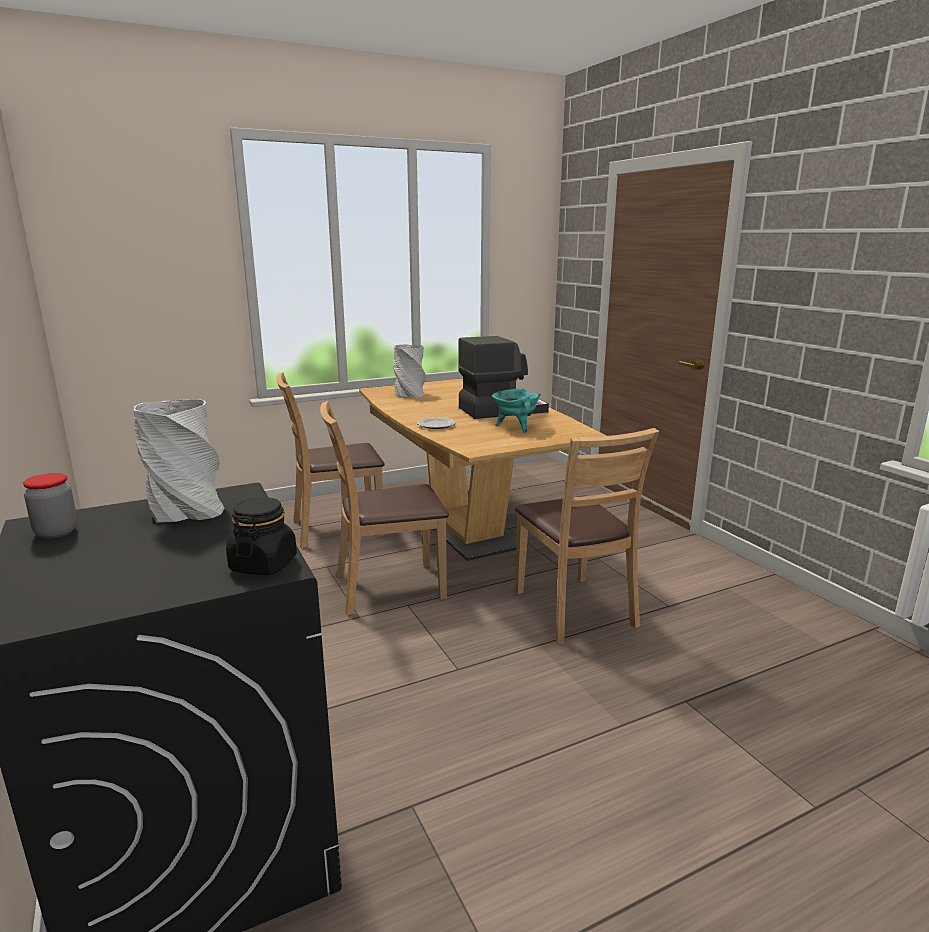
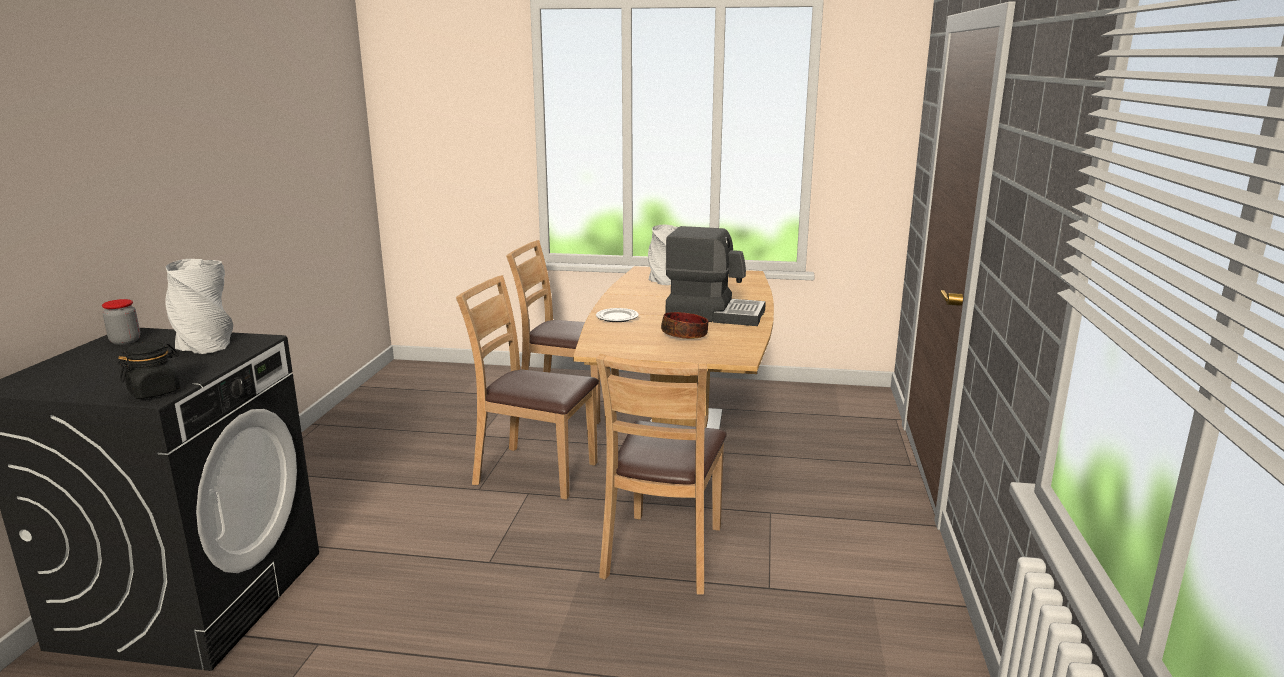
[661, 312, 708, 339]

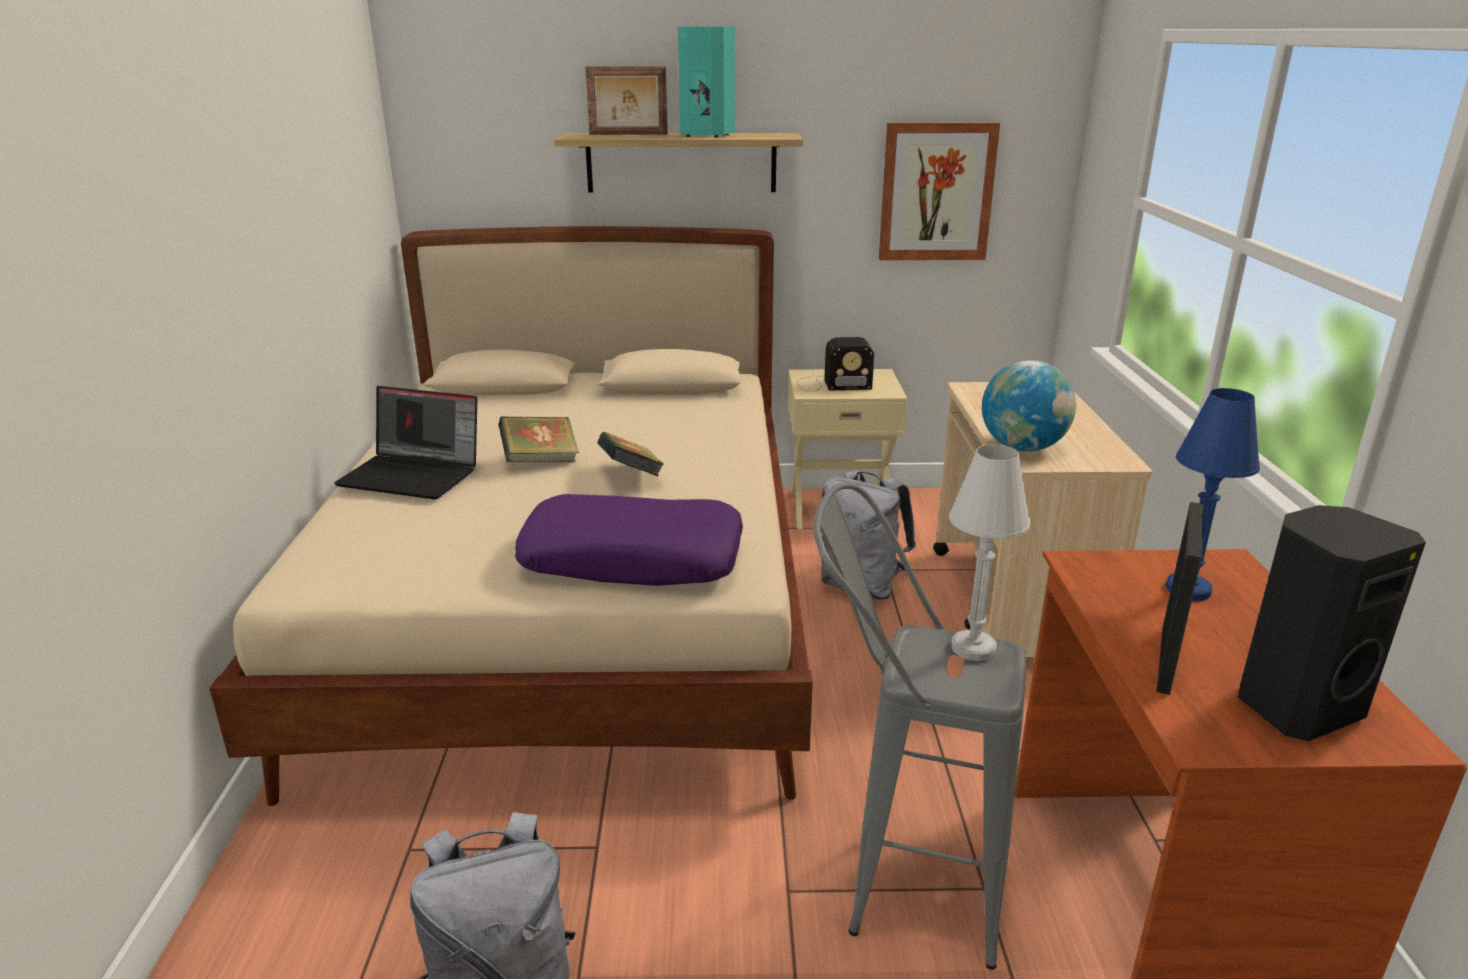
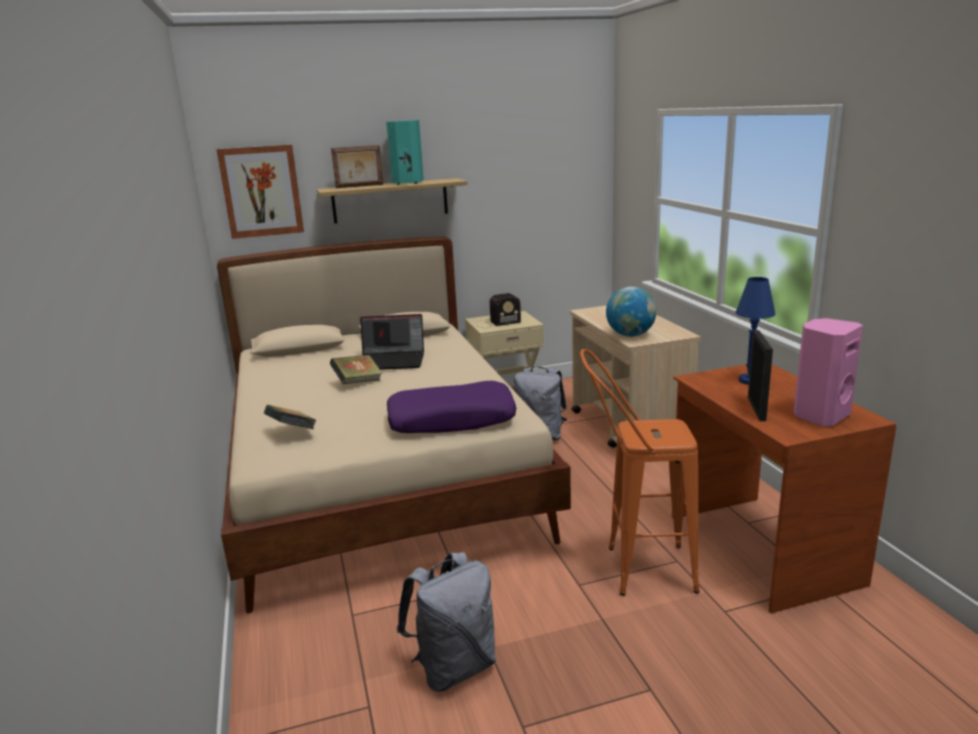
[216, 145, 304, 239]
[264, 405, 316, 429]
[360, 314, 424, 370]
[580, 349, 700, 596]
[794, 318, 863, 426]
[949, 444, 1030, 661] (first image)

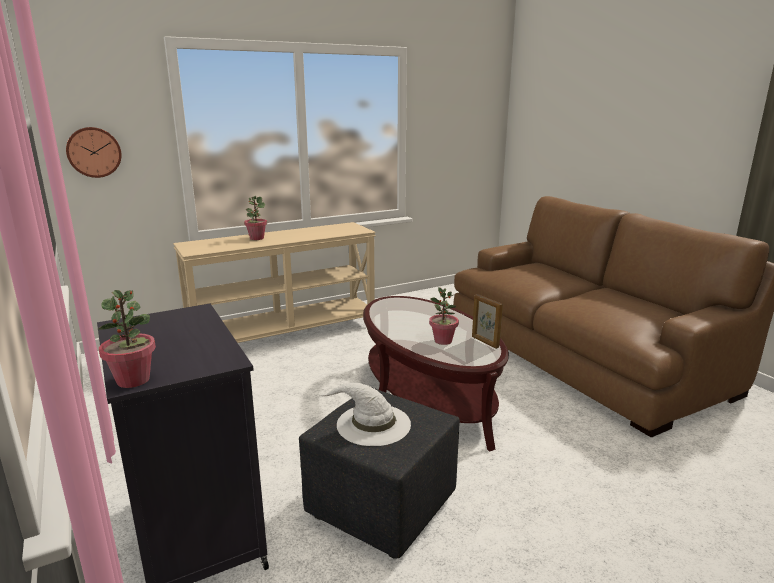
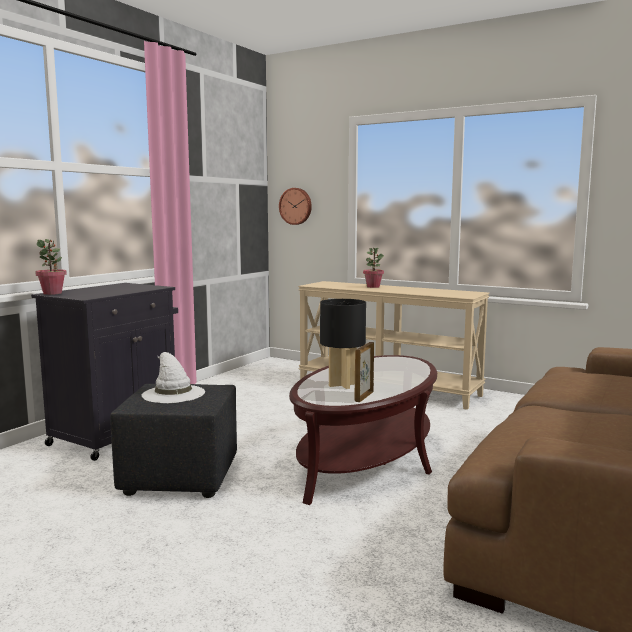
[320, 299, 366, 389]

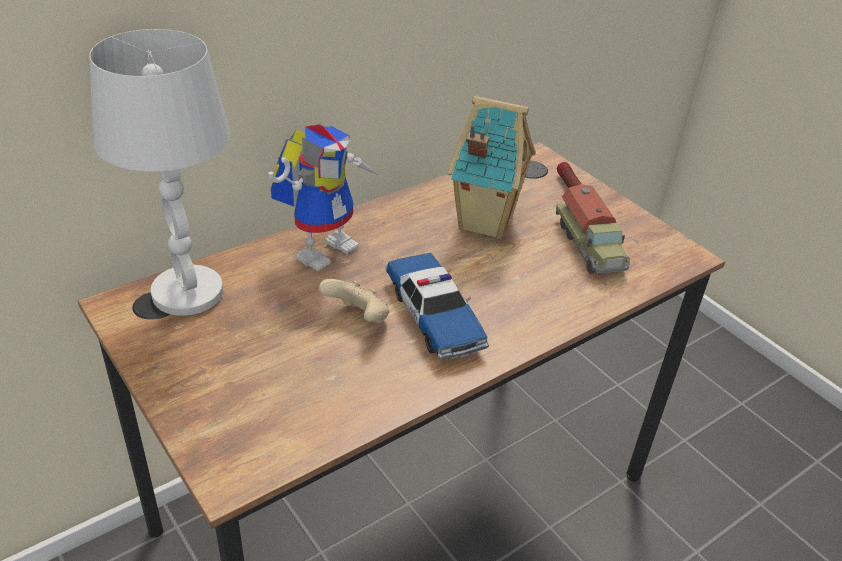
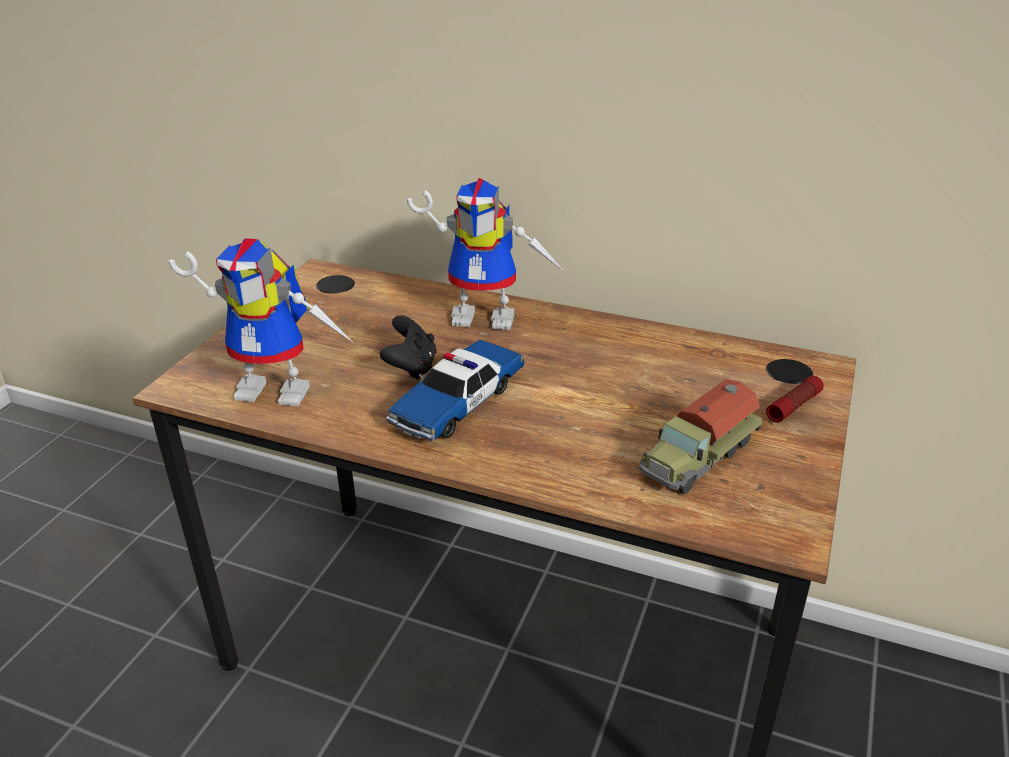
[169, 238, 352, 406]
[380, 315, 436, 380]
[89, 29, 230, 316] (first image)
[447, 96, 536, 239] (first image)

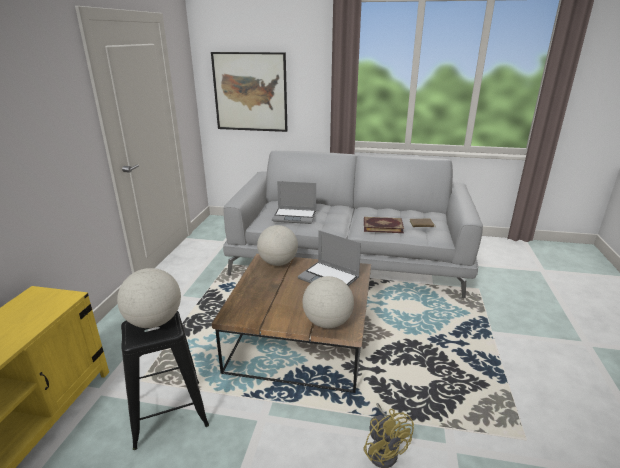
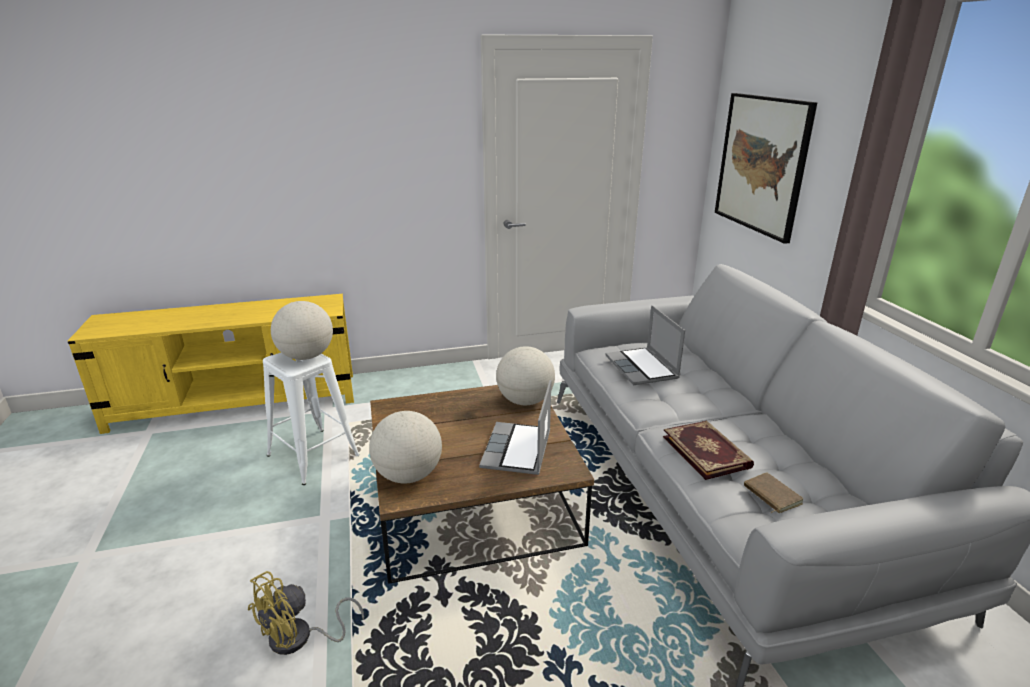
[263, 353, 360, 485]

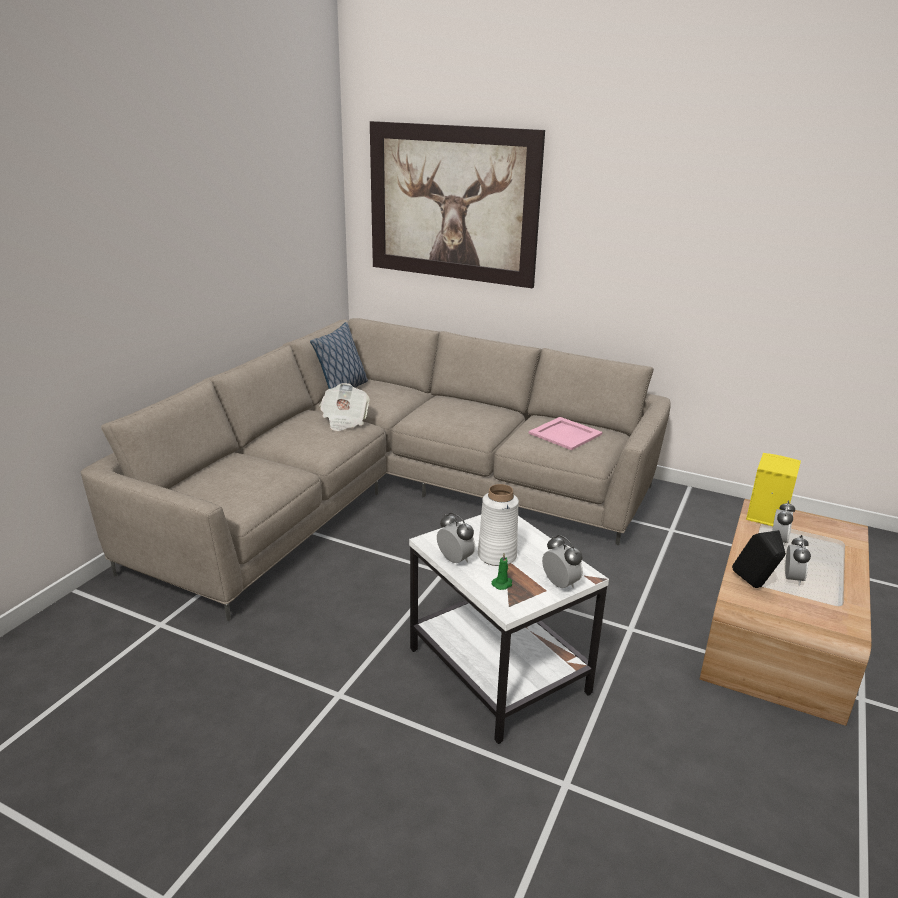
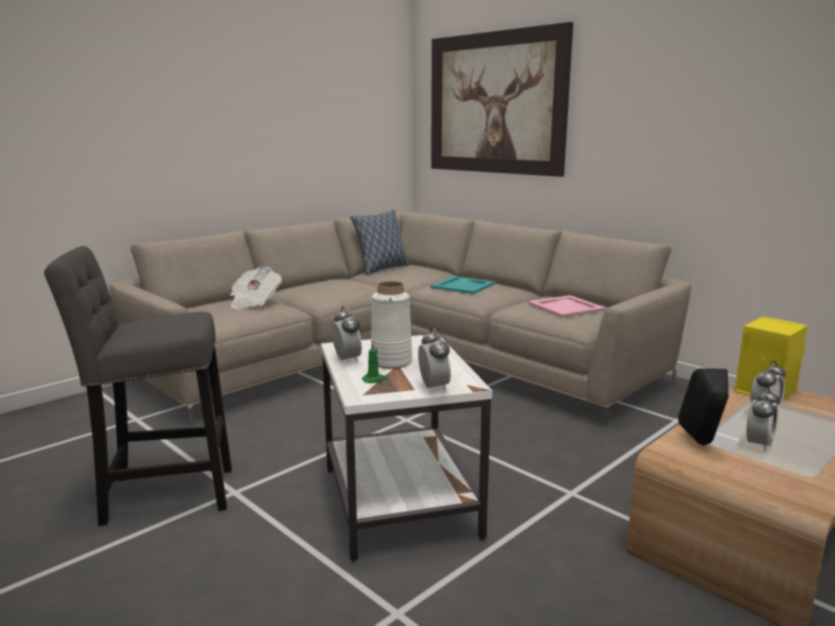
[44, 246, 232, 526]
[230, 267, 282, 309]
[430, 276, 495, 294]

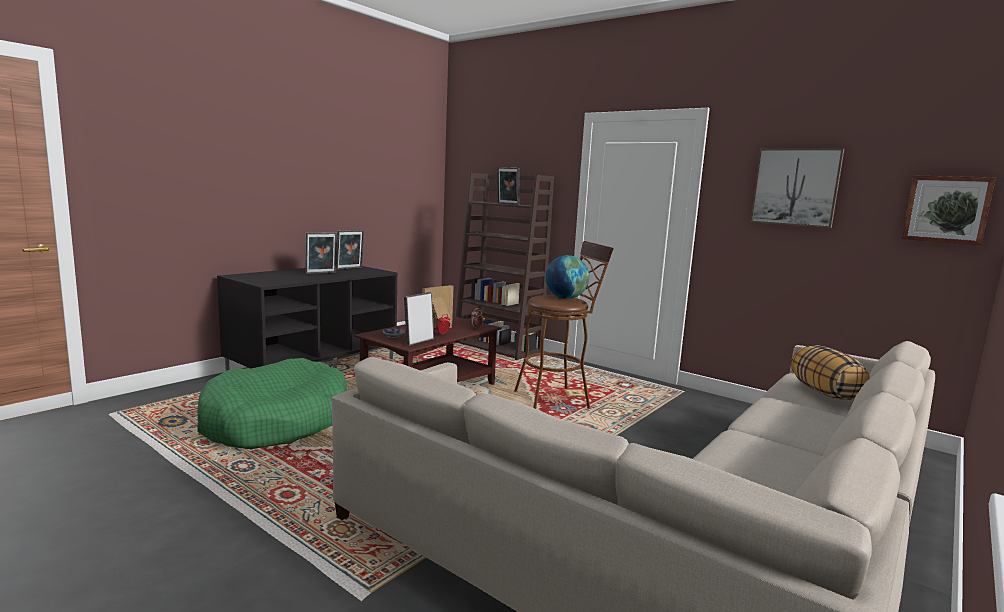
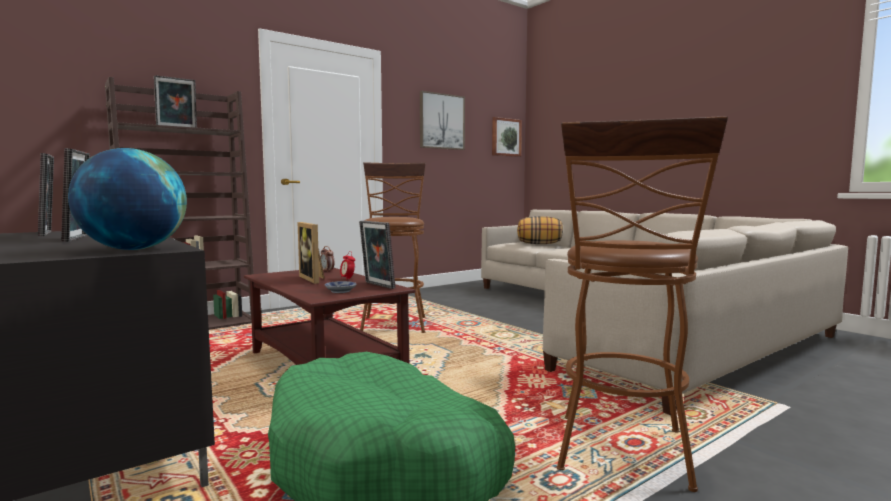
[68, 148, 187, 250]
[556, 116, 728, 492]

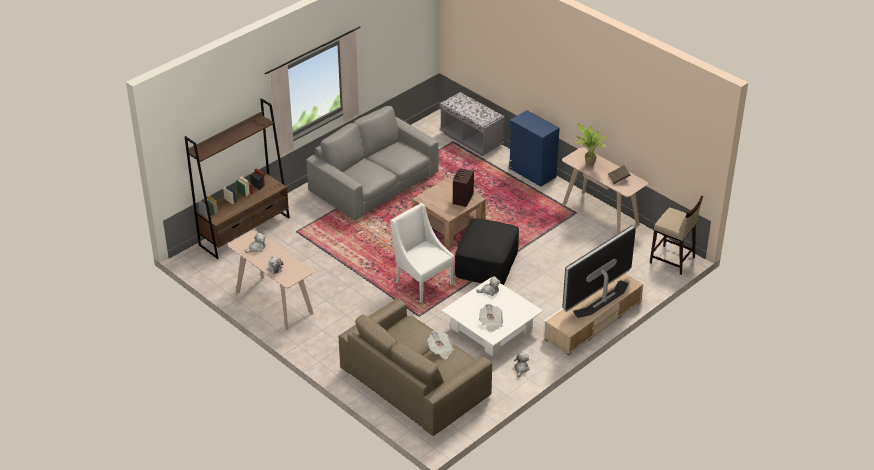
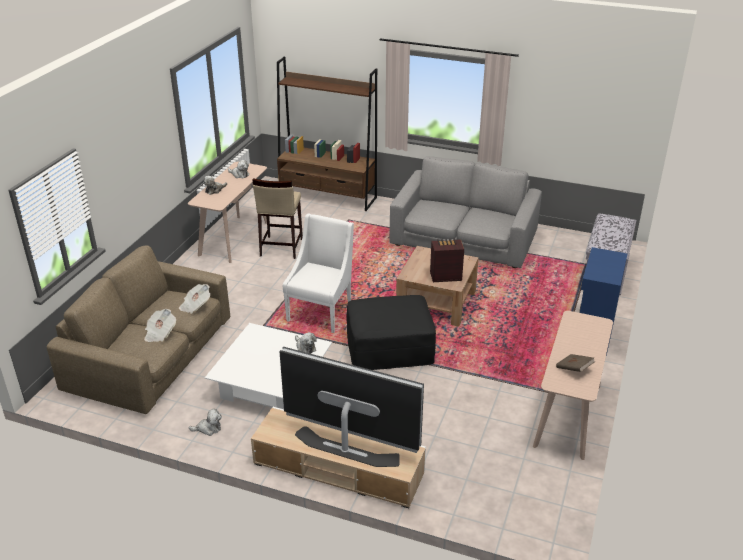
[179, 284, 210, 314]
[252, 178, 303, 259]
[575, 123, 608, 166] (first image)

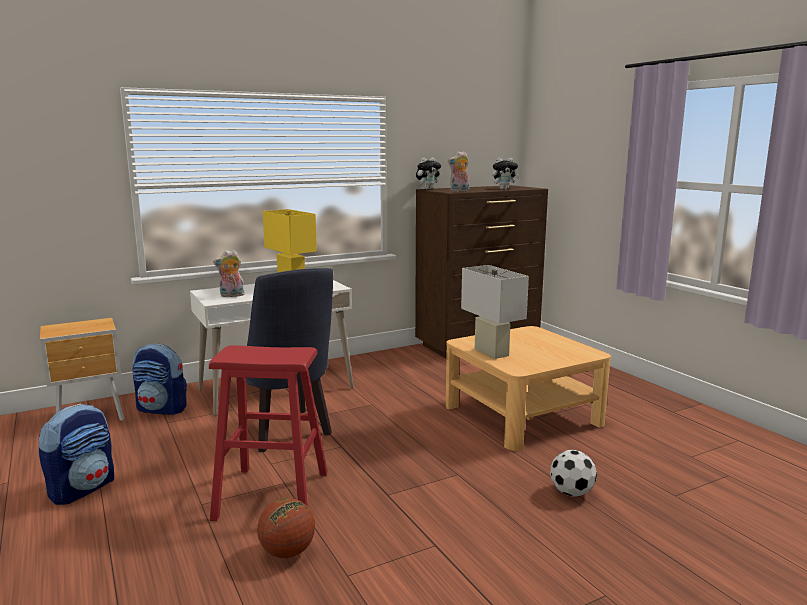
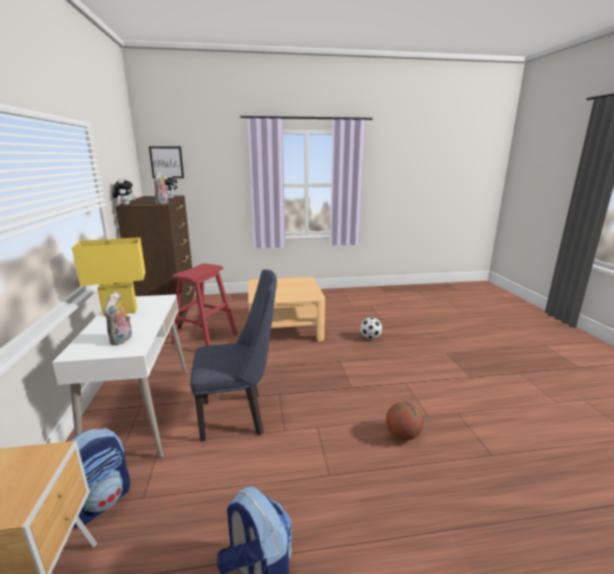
[149, 146, 184, 178]
[171, 263, 238, 346]
[461, 265, 529, 359] (first image)

